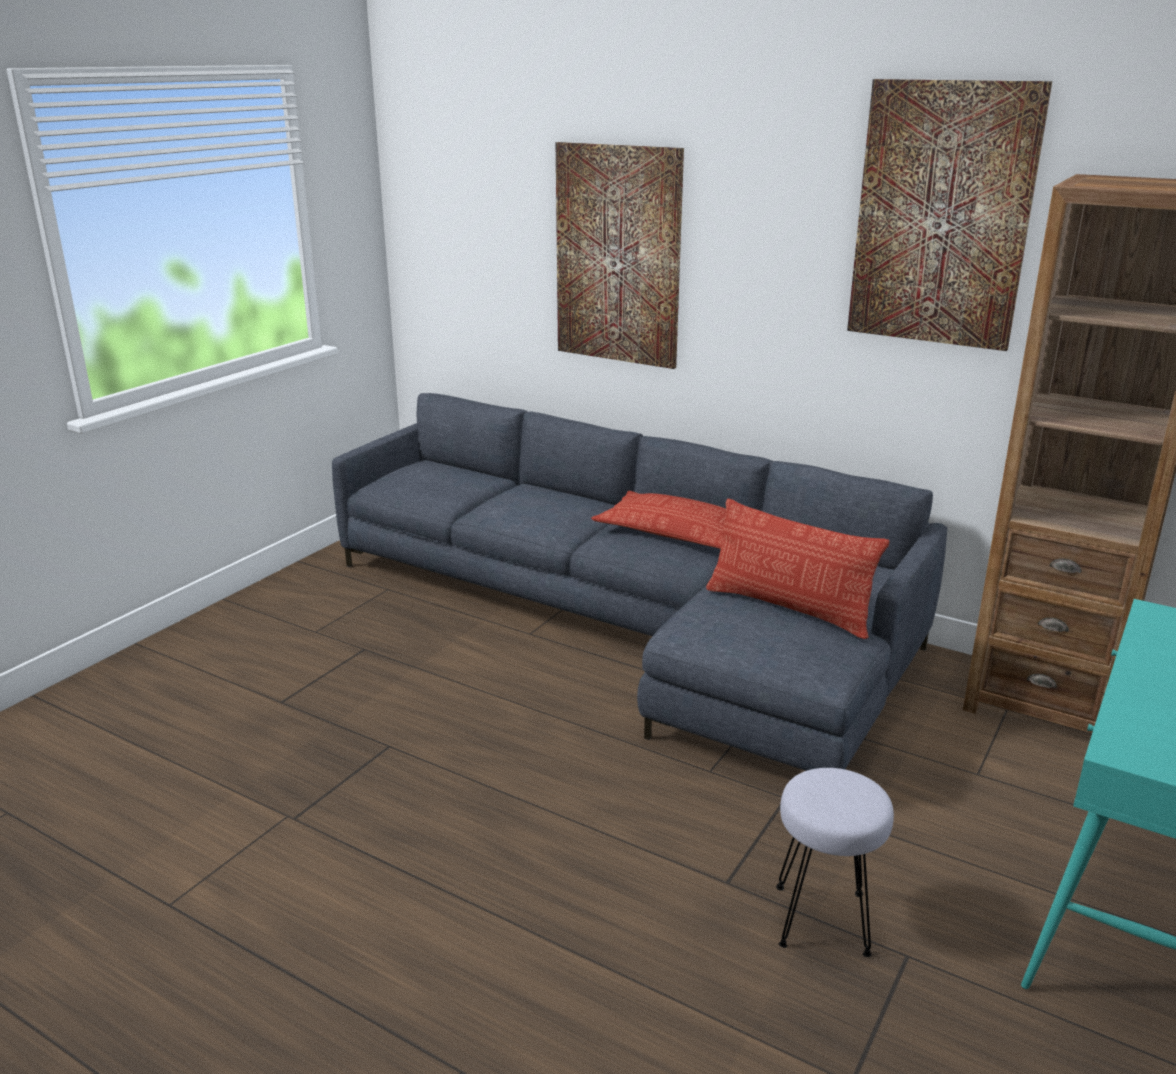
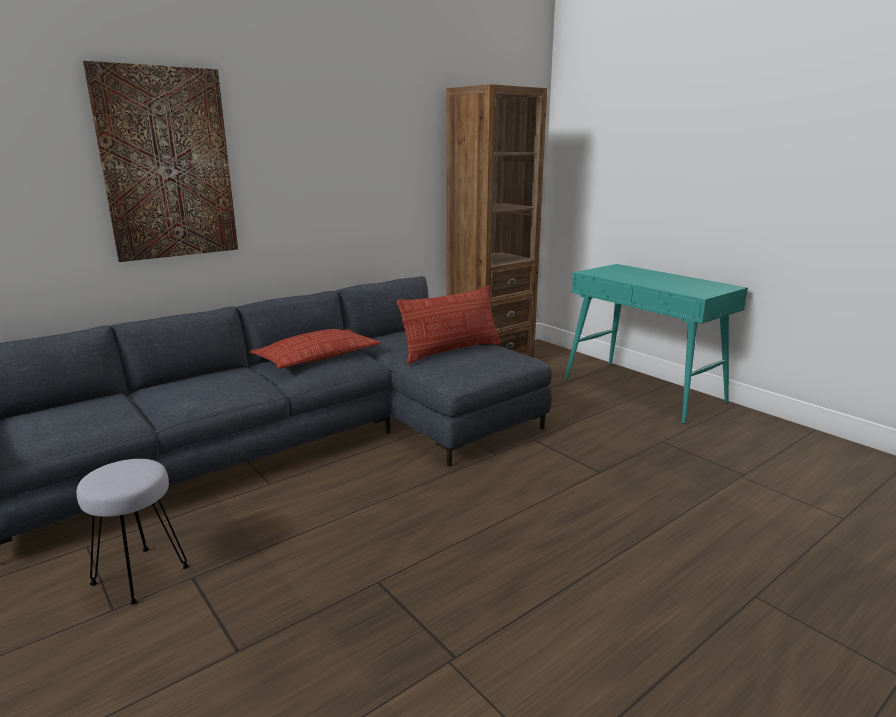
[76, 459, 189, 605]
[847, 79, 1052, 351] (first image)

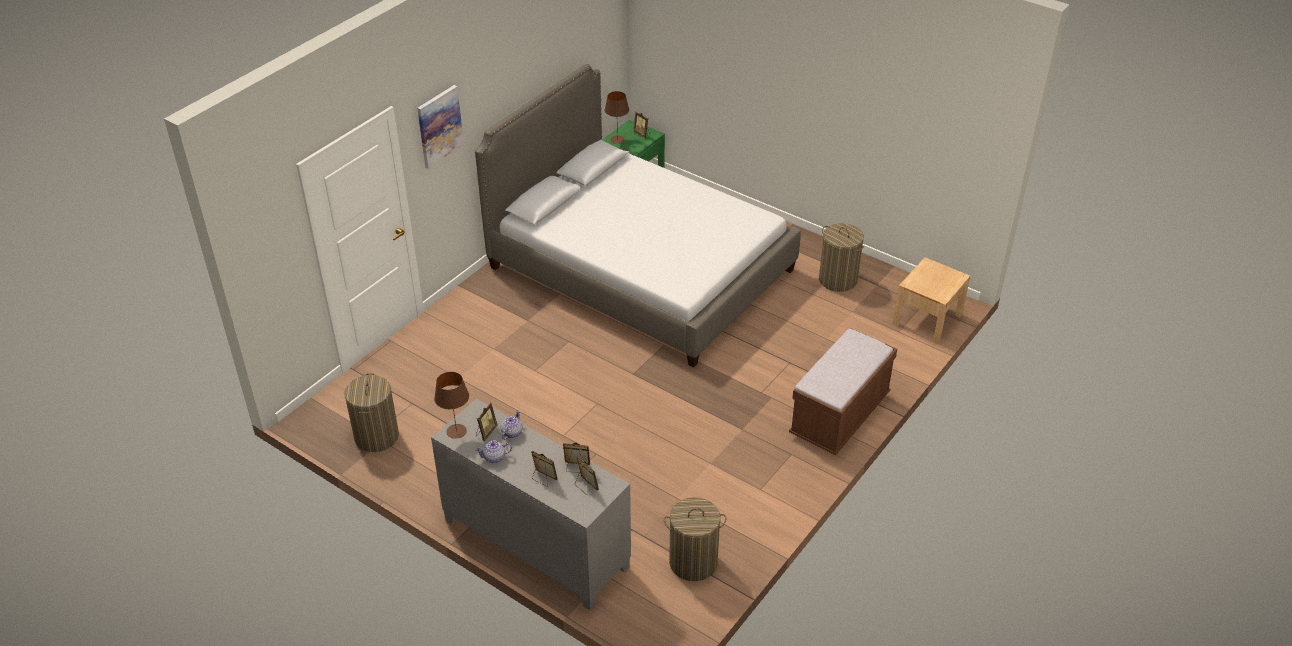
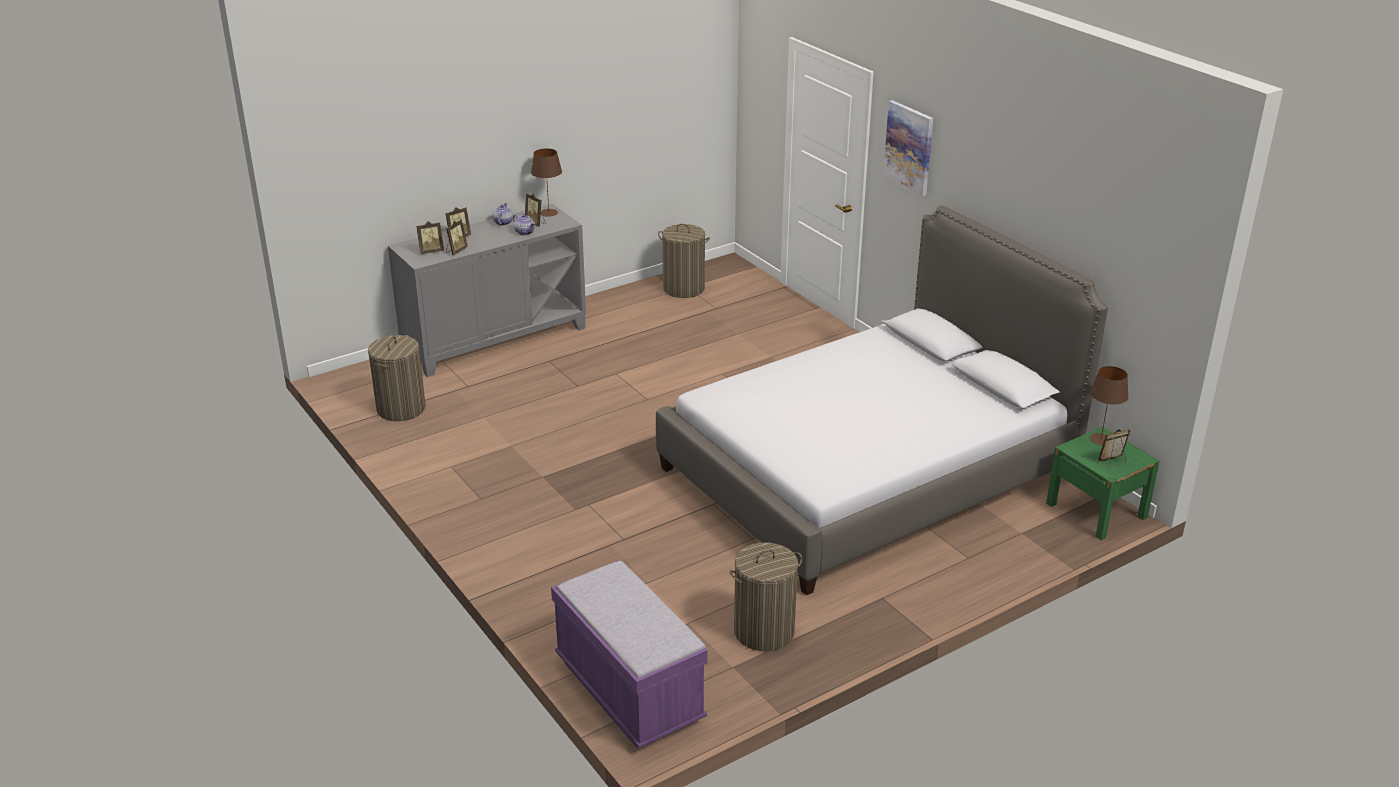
[551, 560, 707, 749]
[789, 328, 897, 455] (first image)

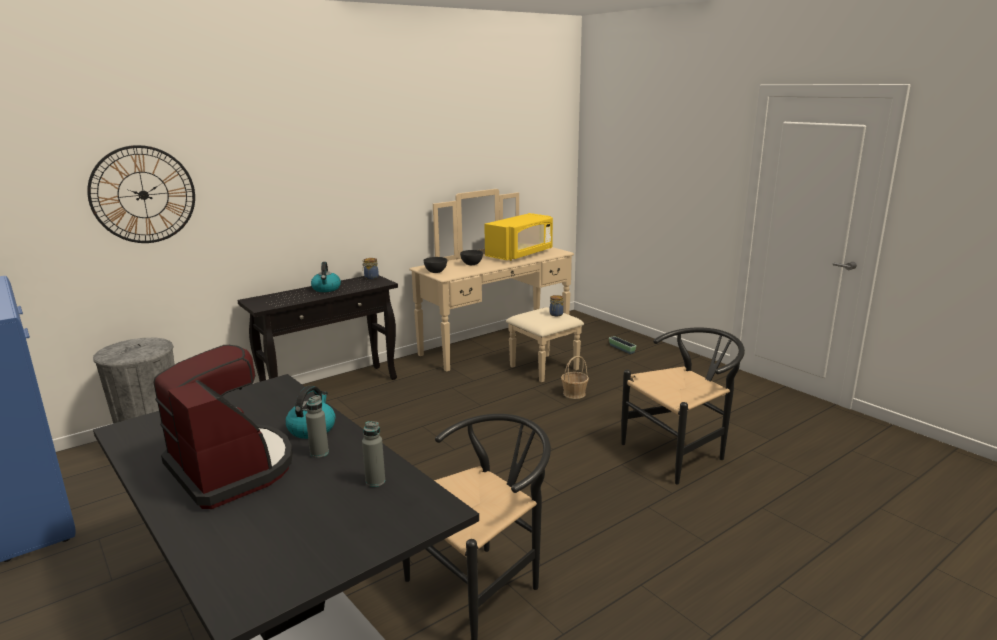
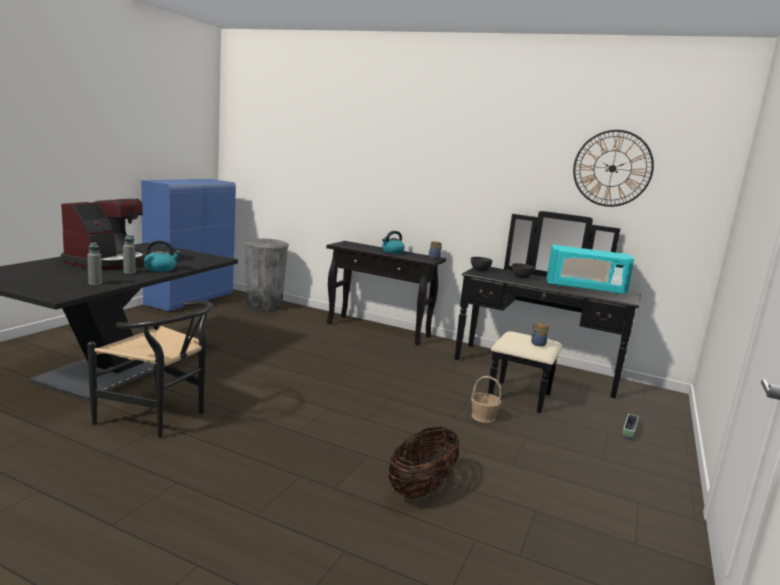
[388, 427, 459, 499]
[455, 211, 641, 413]
[547, 245, 634, 295]
[573, 130, 654, 207]

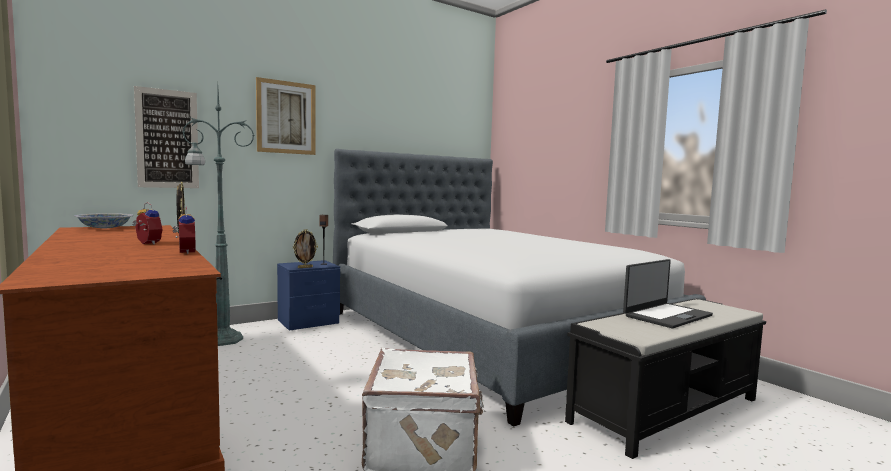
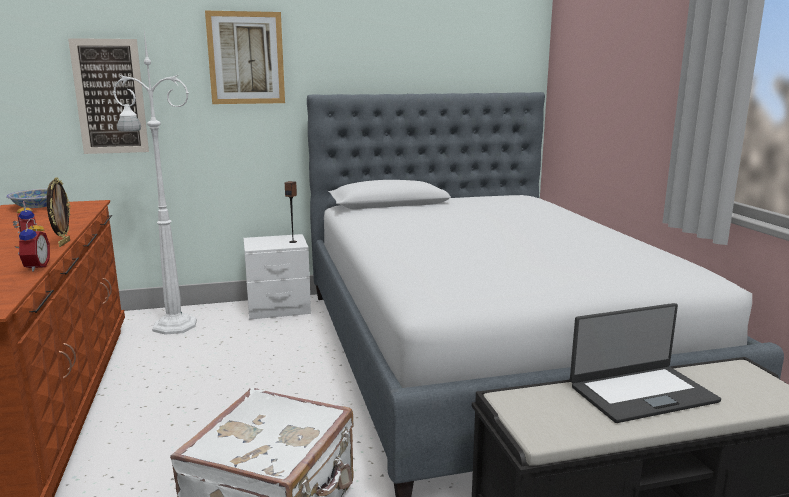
[113, 32, 197, 335]
[244, 234, 311, 320]
[292, 229, 318, 268] (first image)

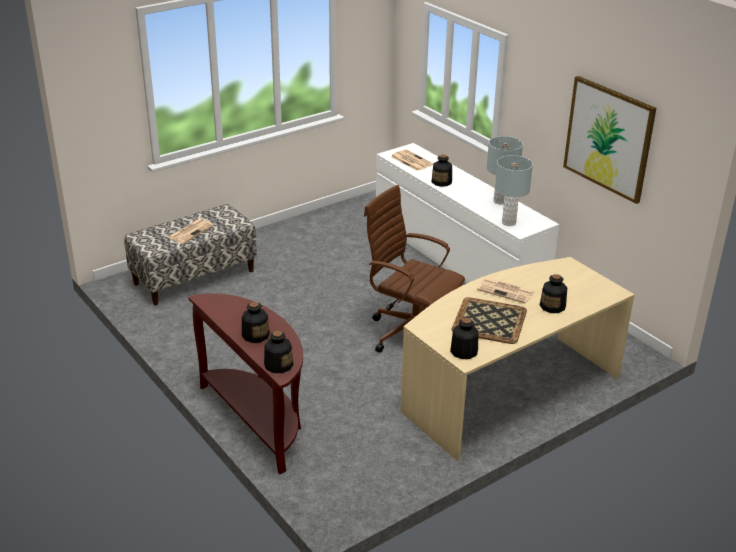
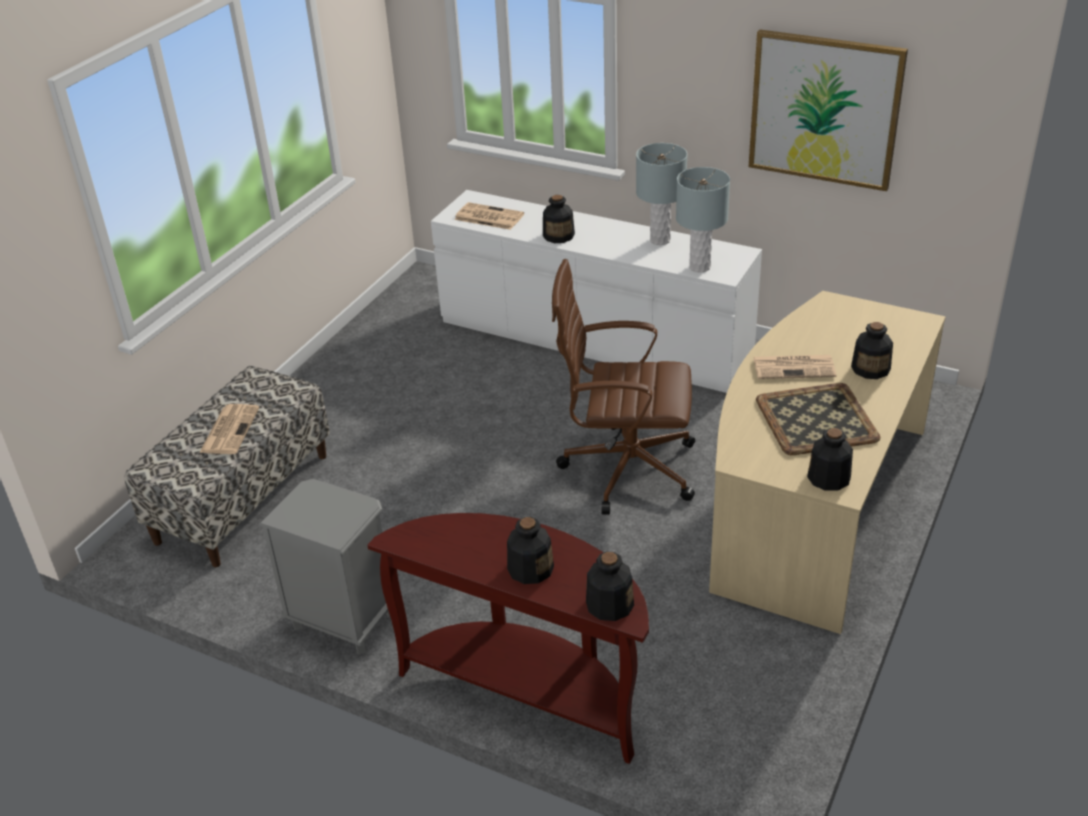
[259, 479, 390, 654]

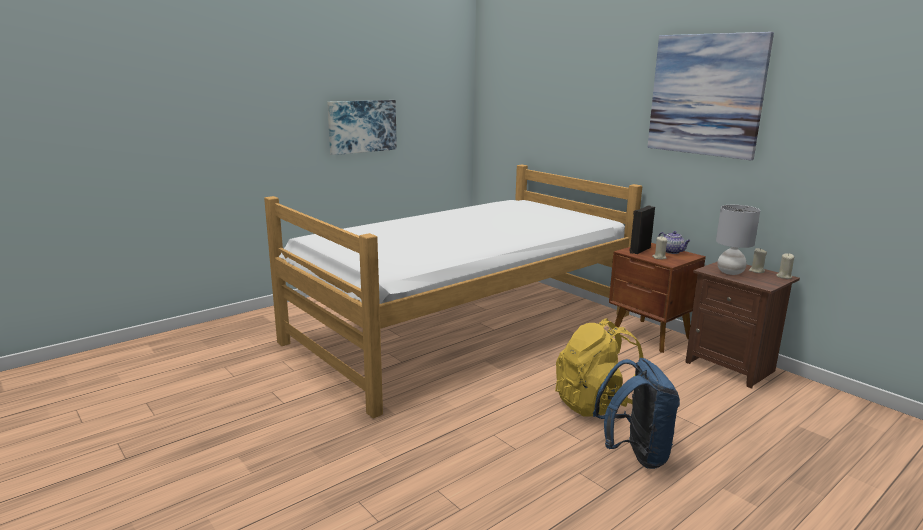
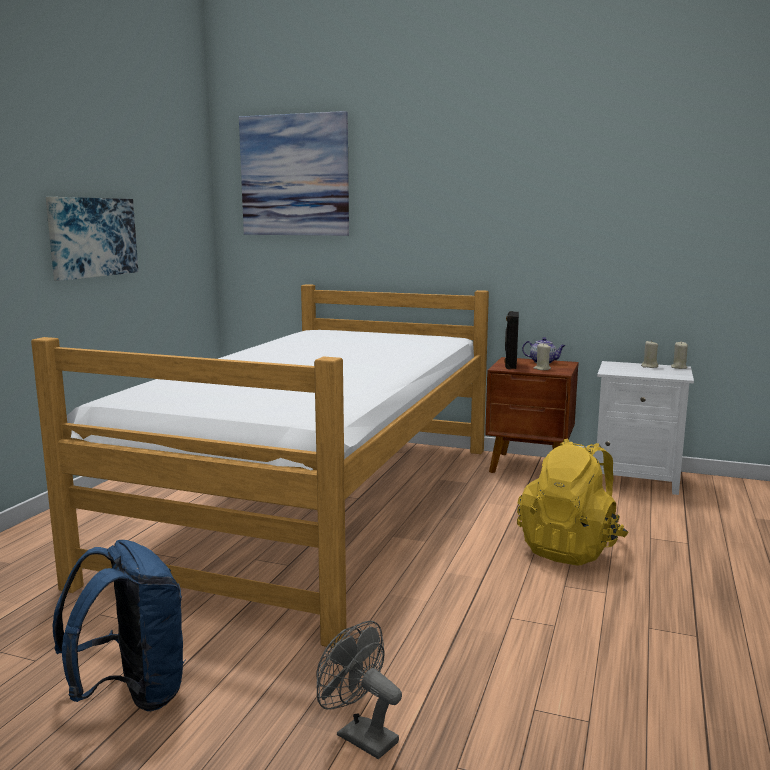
[52, 540, 185, 711]
[239, 111, 349, 236]
[316, 621, 402, 759]
[596, 361, 694, 495]
[716, 205, 760, 275] (first image)

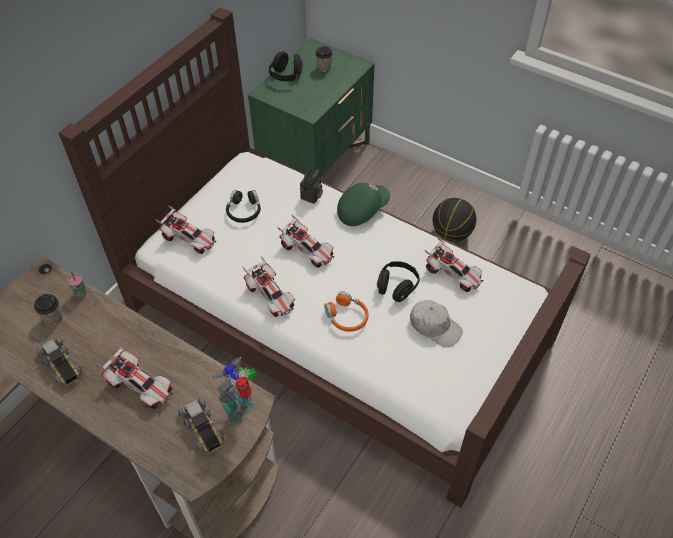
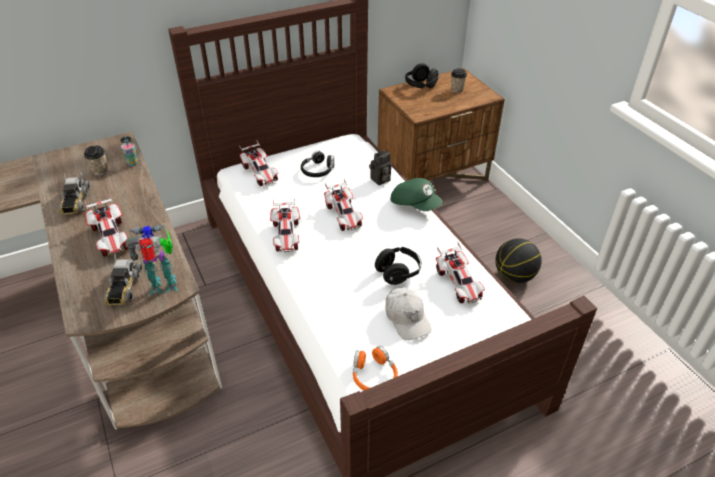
[353, 346, 398, 390]
[378, 68, 505, 181]
[391, 178, 443, 211]

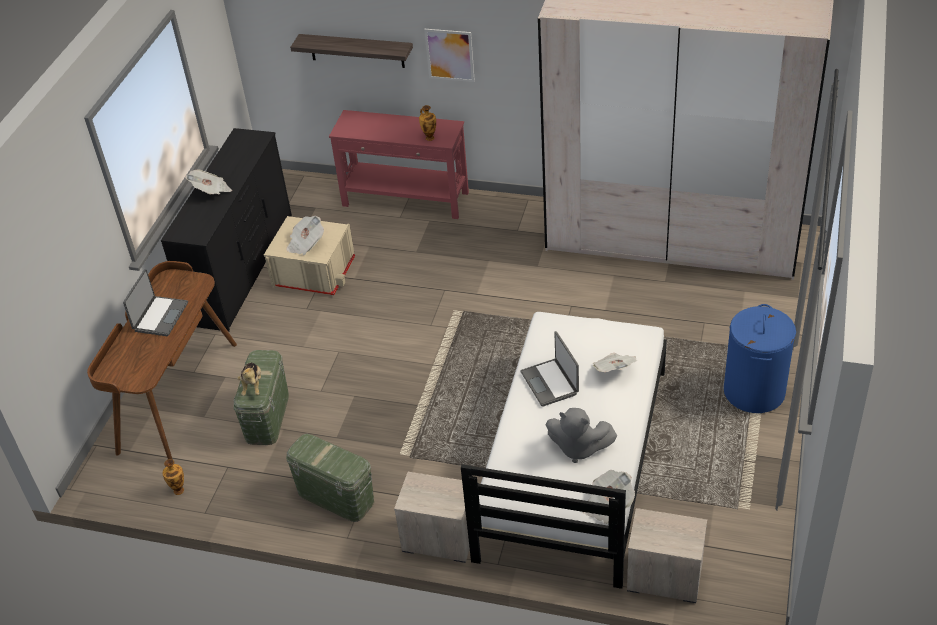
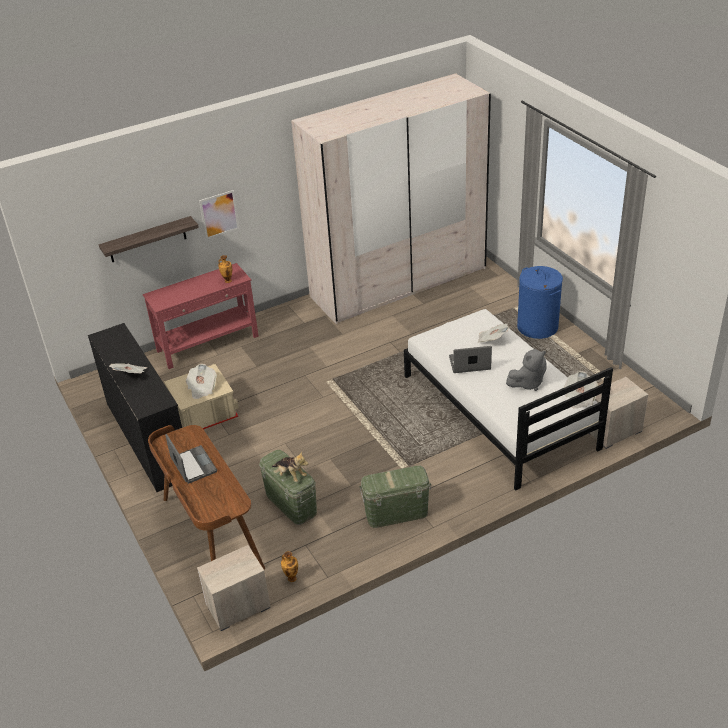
[197, 545, 270, 631]
[449, 346, 492, 373]

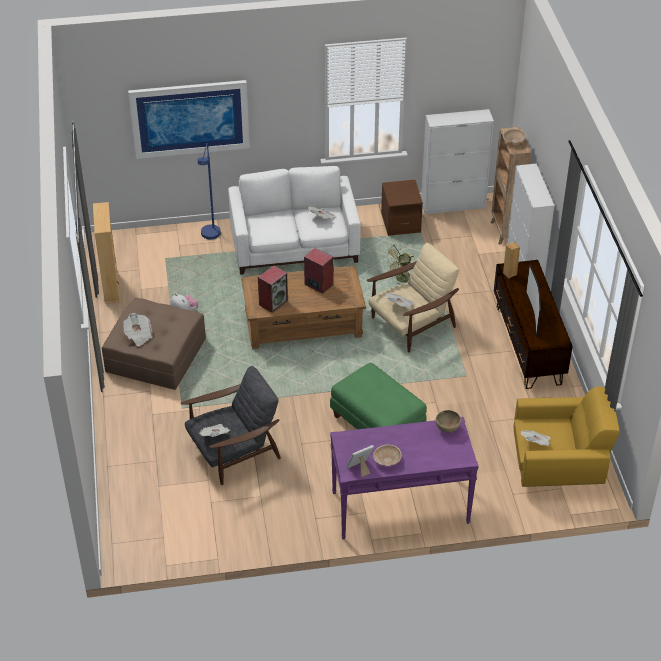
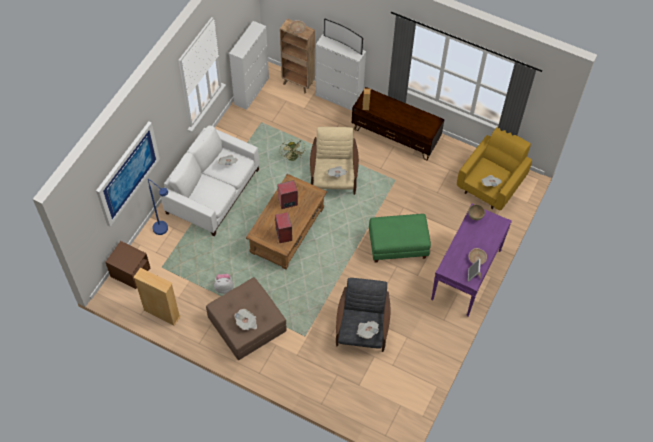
[105, 241, 150, 289]
[324, 18, 363, 55]

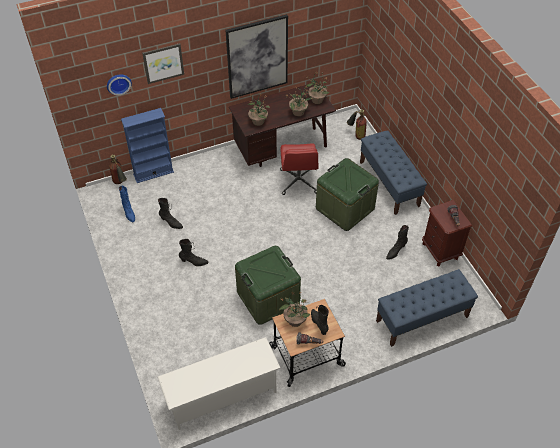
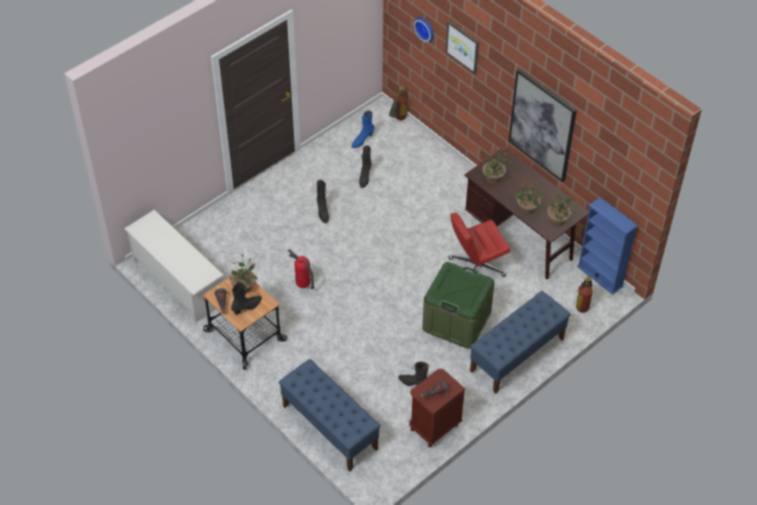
[288, 249, 315, 289]
[577, 197, 638, 295]

